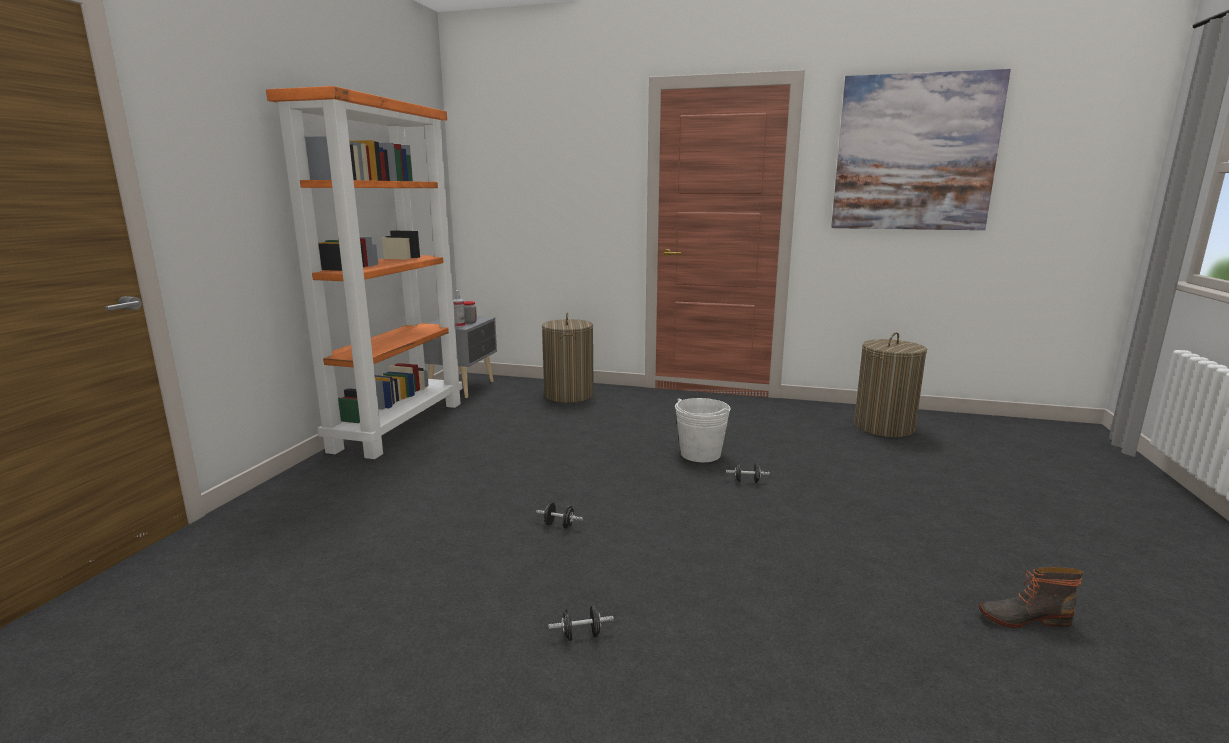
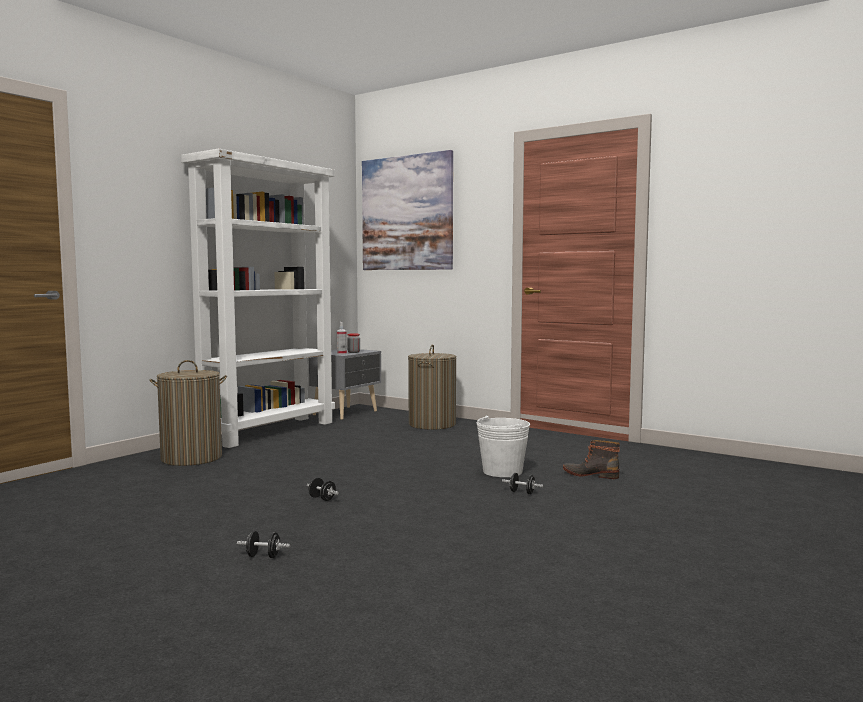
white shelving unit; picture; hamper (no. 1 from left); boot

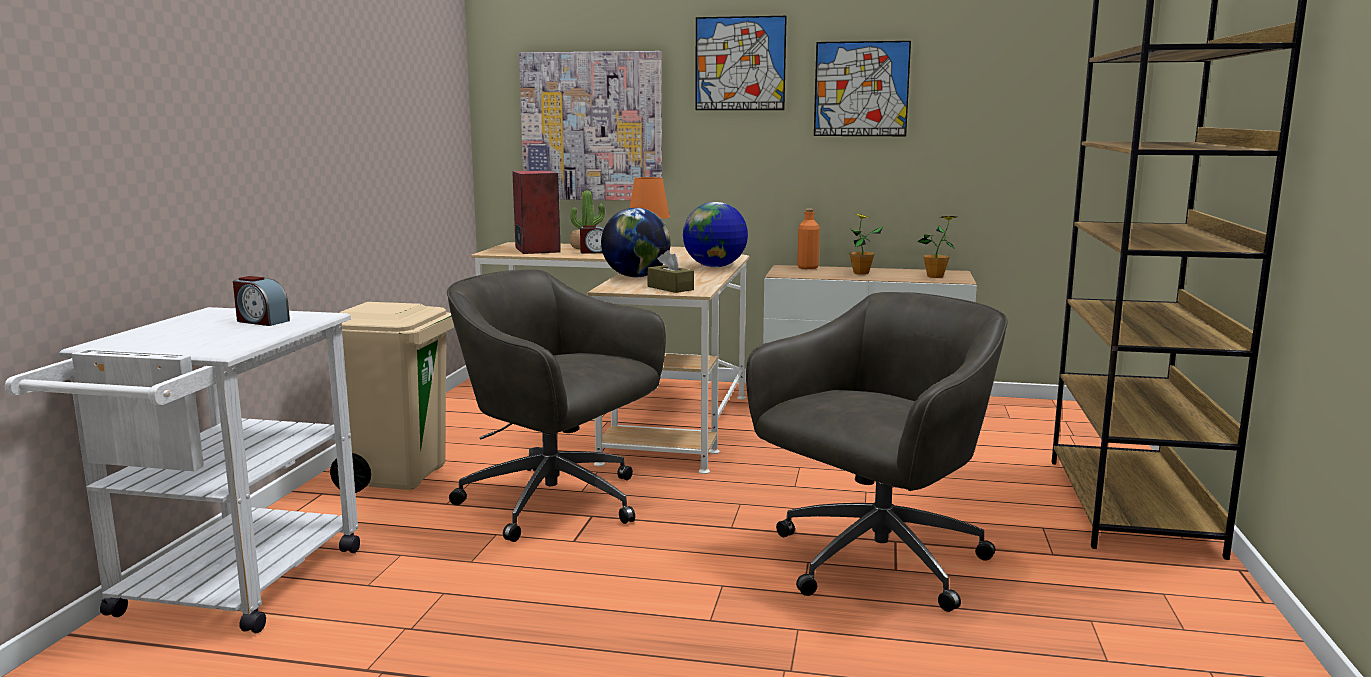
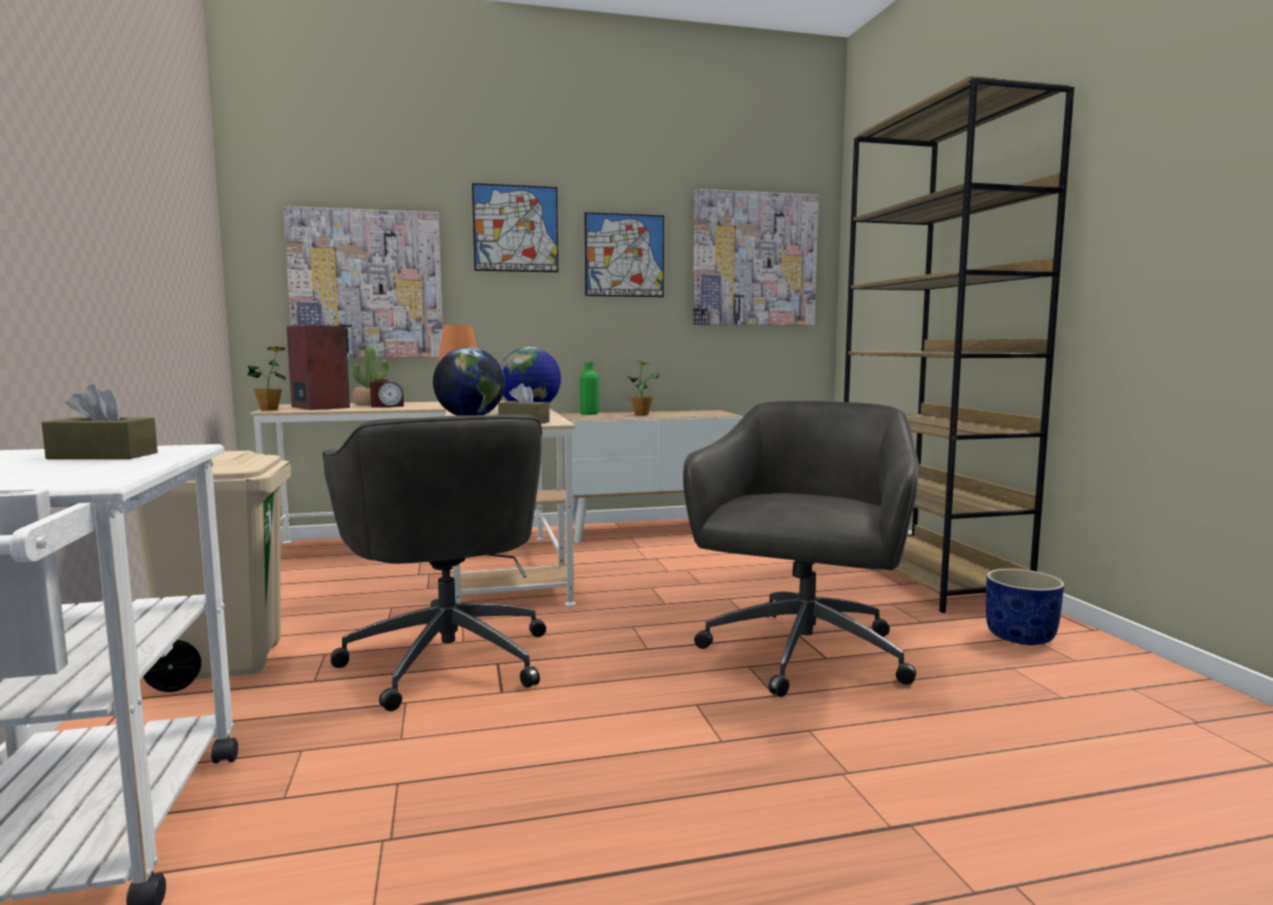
brownish box of tissues (no. 1 from left); gray office chair (no. 1 from left); green bottle; houseplant (no. 1 from left); picture (no. 4 from left); blue-coloured flower pot

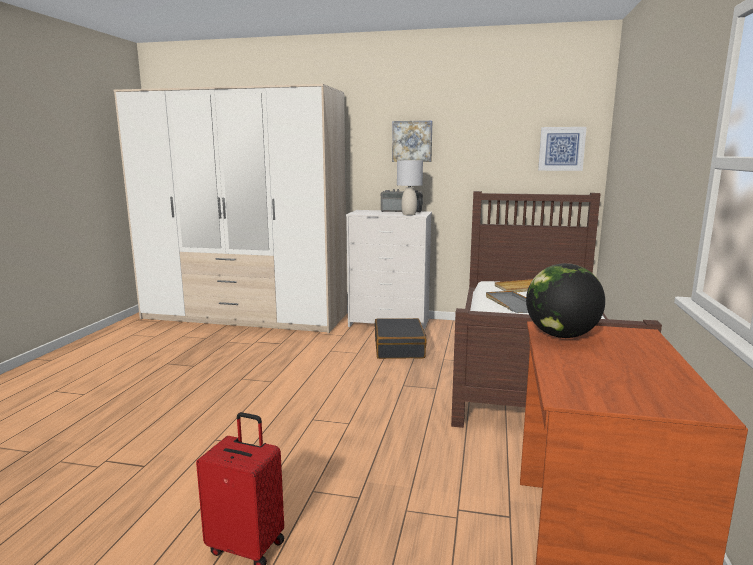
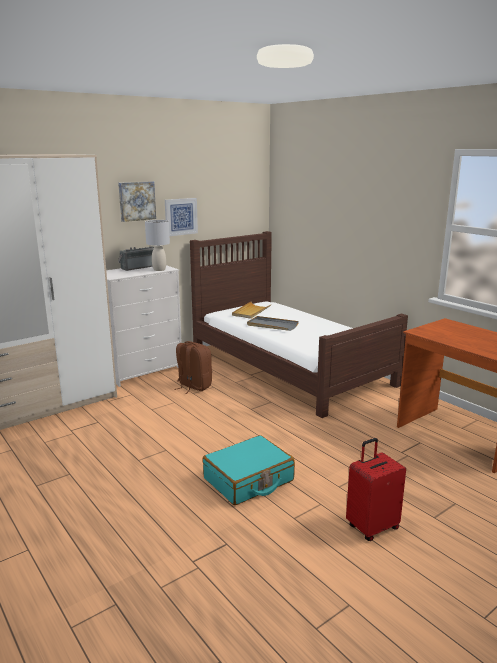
brownish backpack; world globe; picture (no. 2 from left); turquoise-coloured suitcase

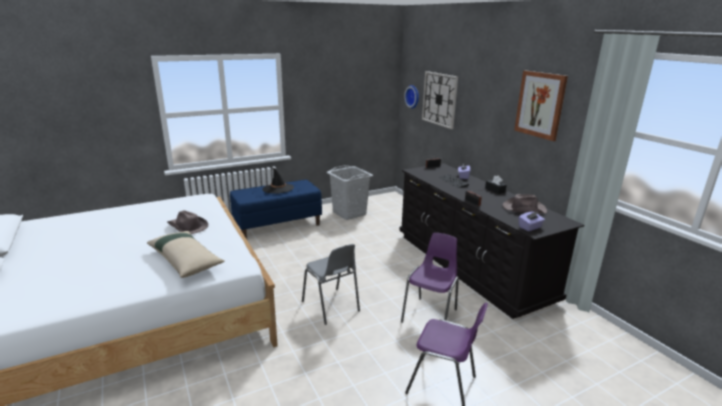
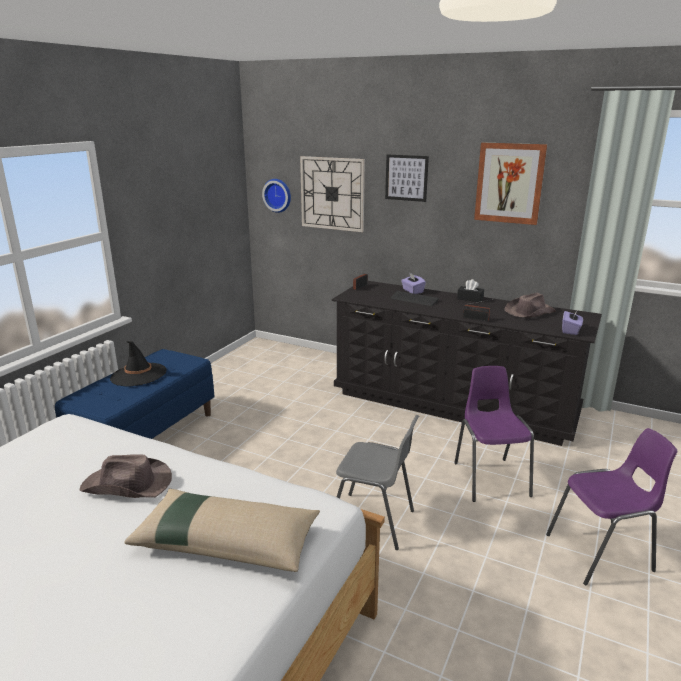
gray hamper; picture (no. 1 from left)

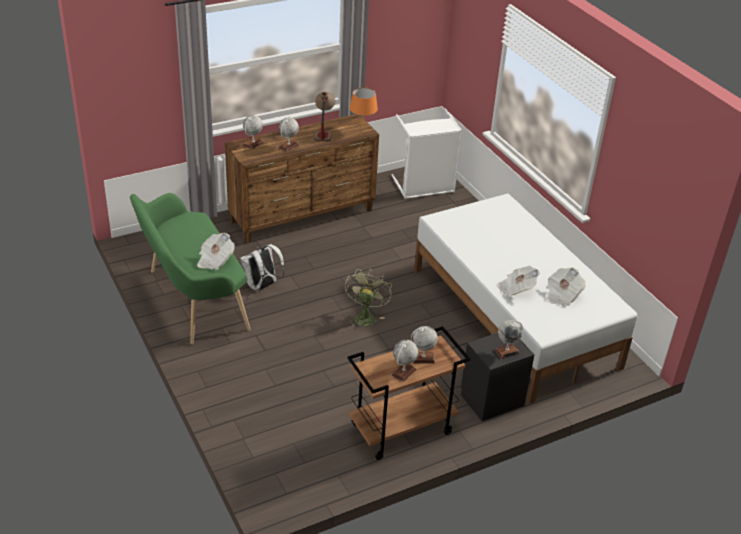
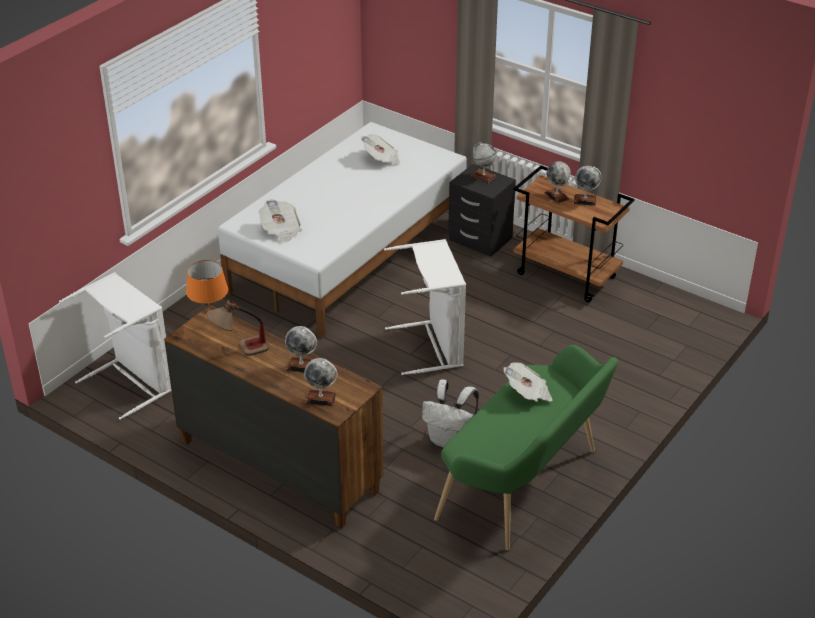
white hamper (no. 2 from left); daily paper (no. 1 from left)

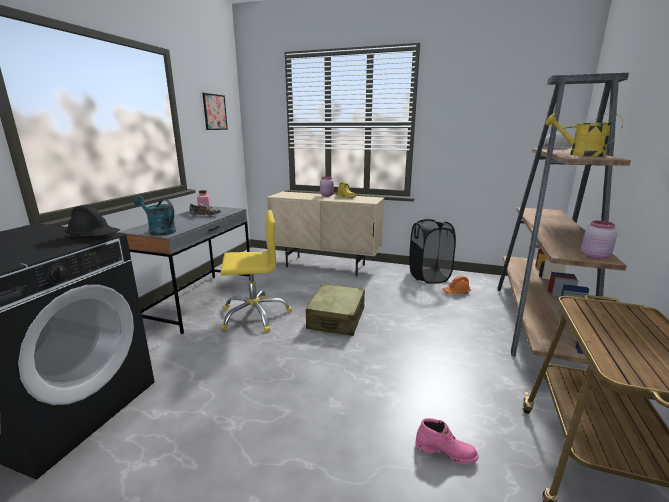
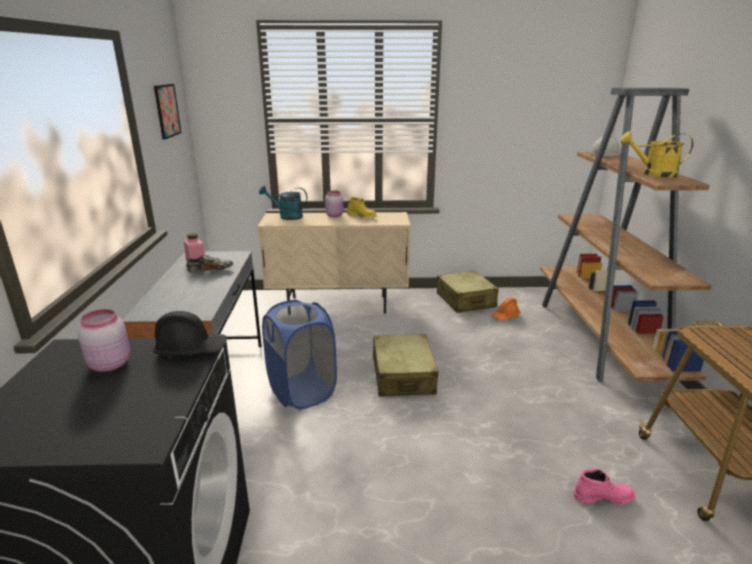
turquoise-coloured sprinkling can; blue-coloured hamper; beige suitcase (no. 2 from left); pink-coloured jar (no. 1 from left)

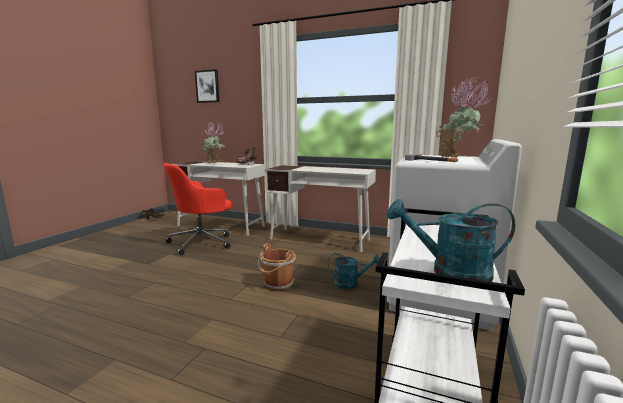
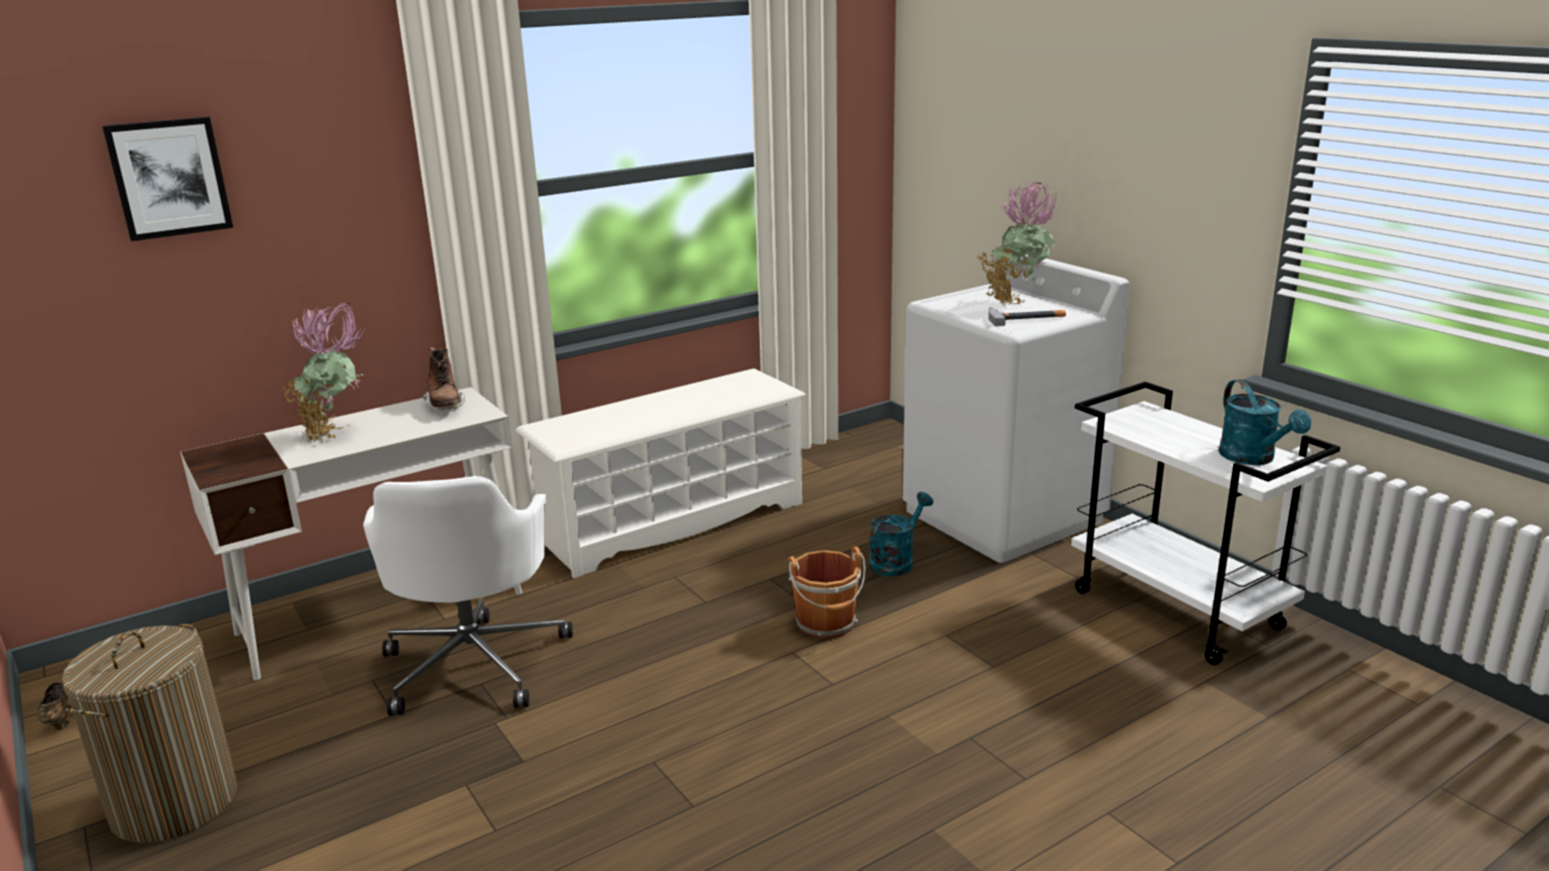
white office chair; white shoe rack; turquoise-coloured sprinkling can (no. 2 from left); hamper

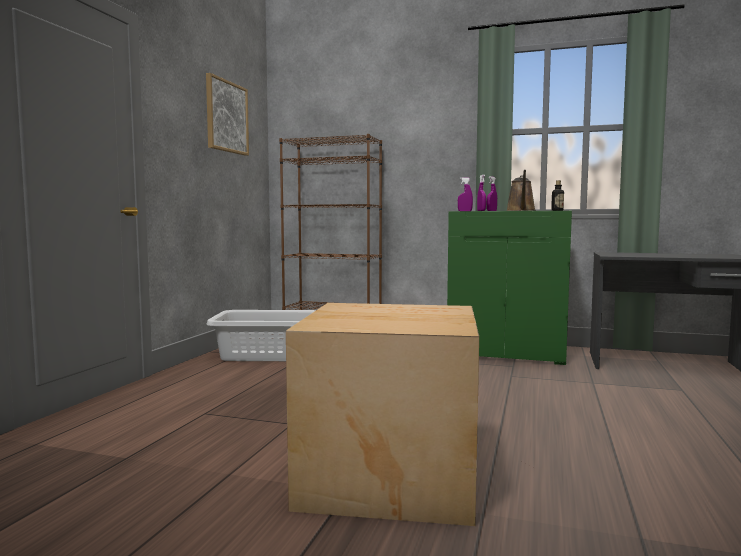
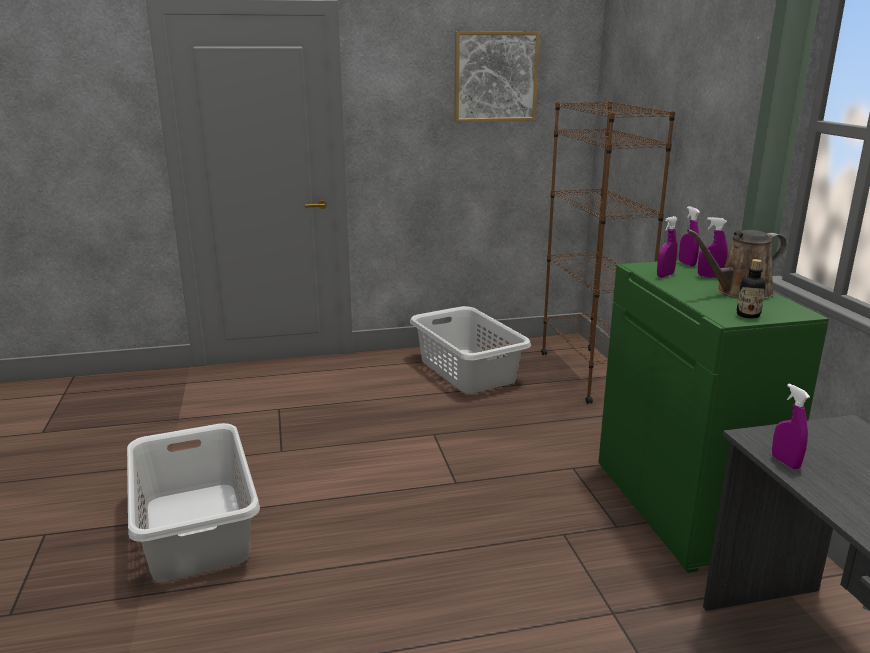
gray hamper (no. 1 from left); purple-coloured spray bottle (no. 4 from left)

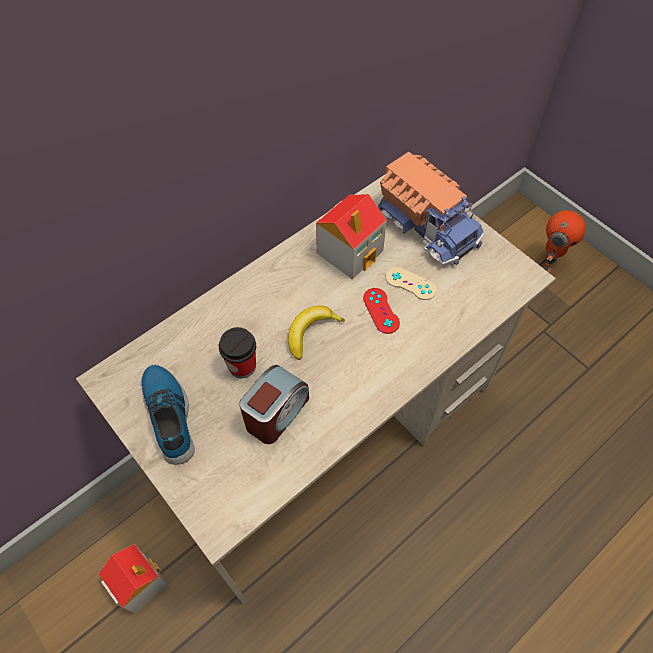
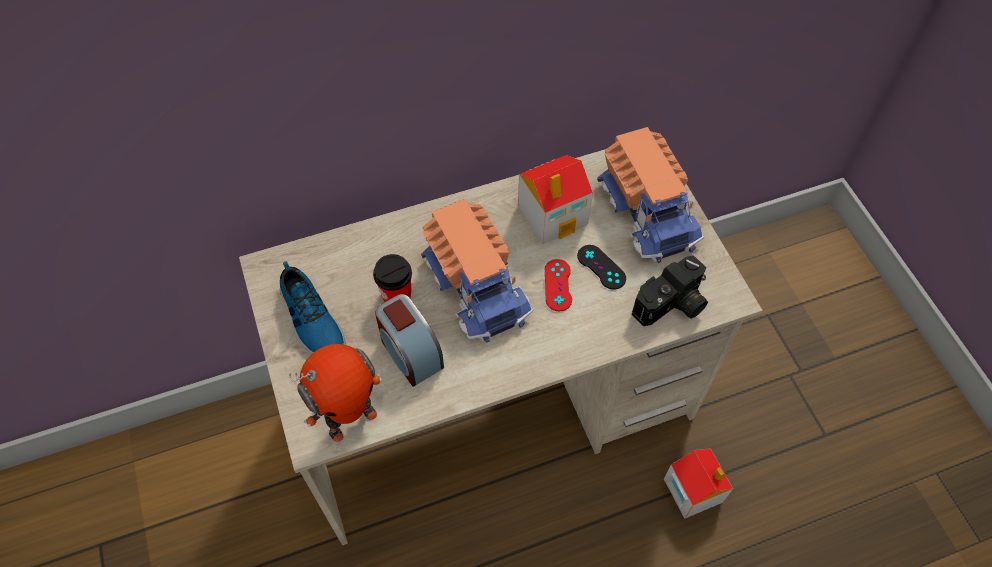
miniature house (no. 2 from left); low shoe; alarm clock; model truck (no. 1 from left); blackish gamepad; robot figure; photo camera

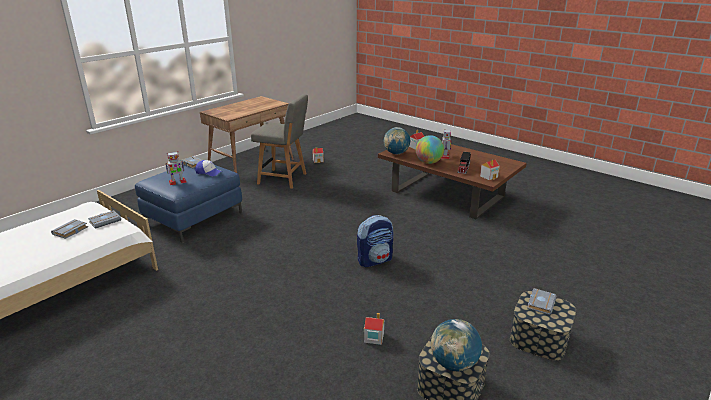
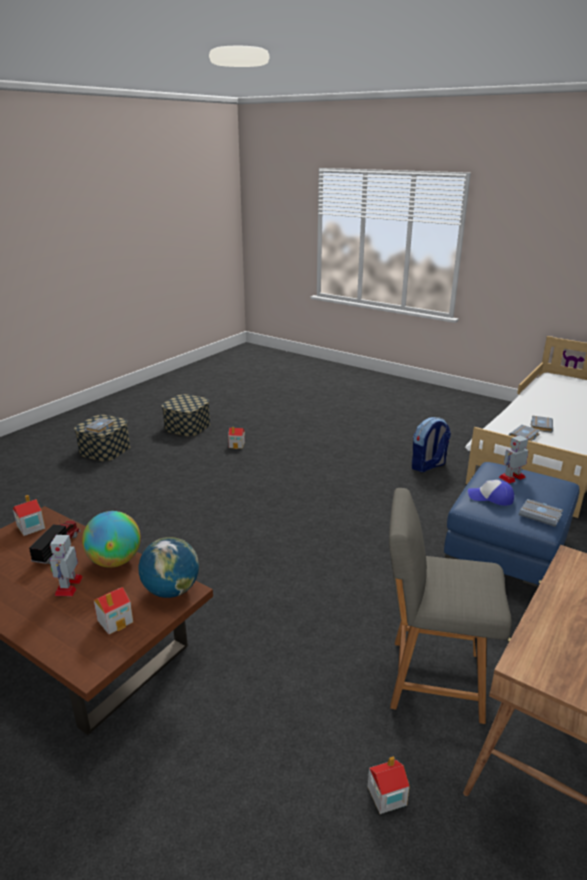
backpack; world globe (no. 3 from left in the first image)

